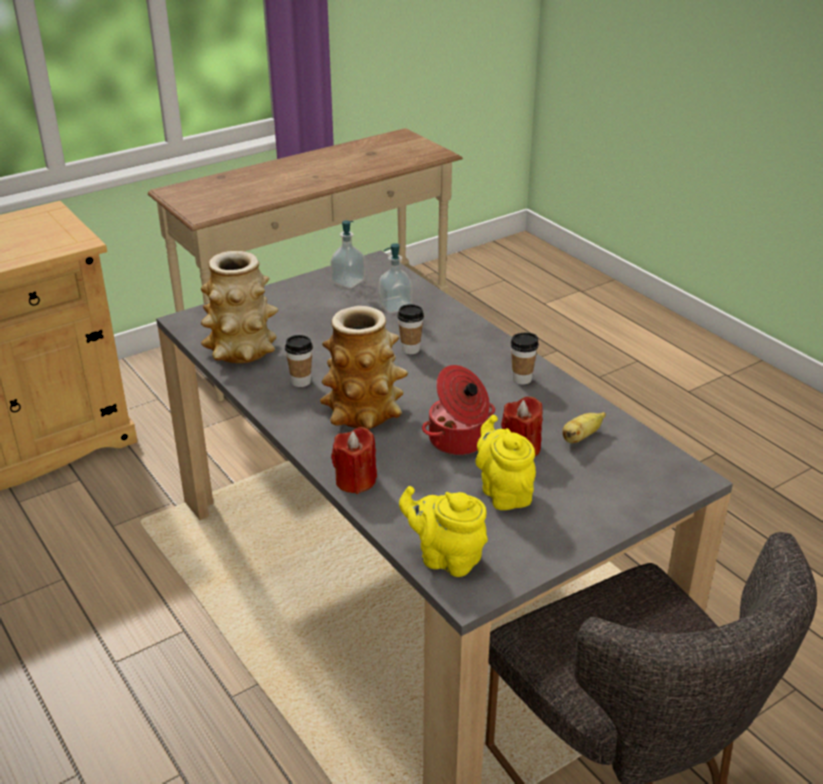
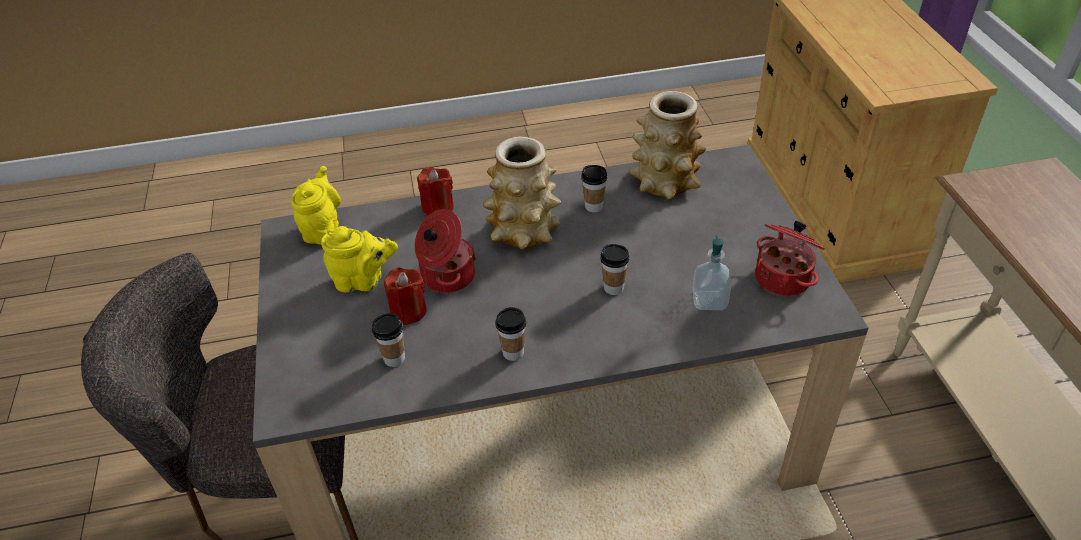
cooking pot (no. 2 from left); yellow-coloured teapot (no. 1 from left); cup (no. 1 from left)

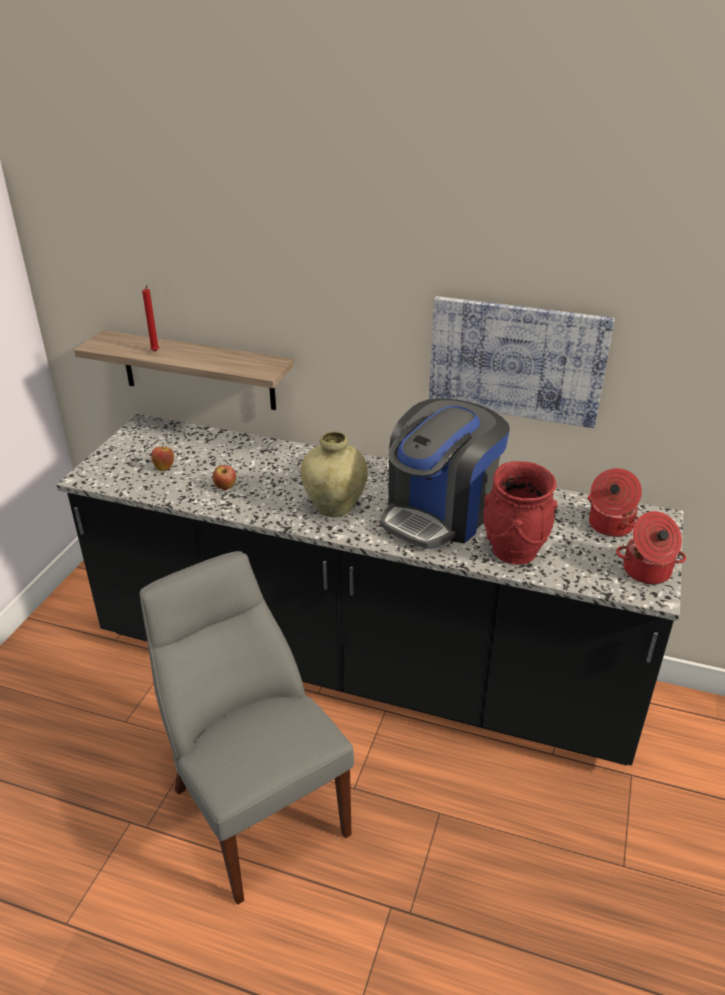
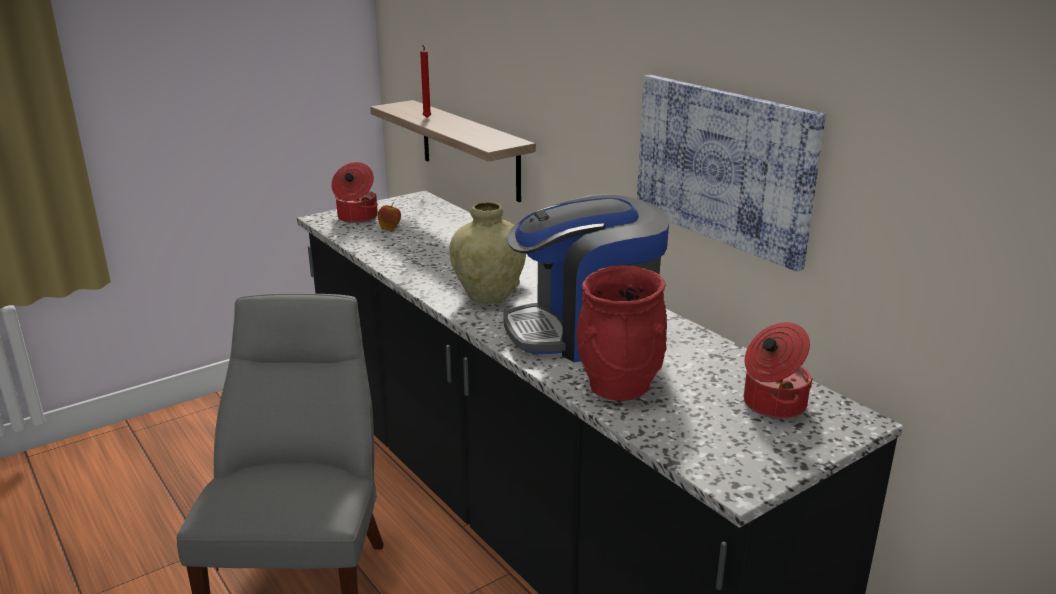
apple fruit (no. 2 from left in the first image); cooking pot (no. 1 from left)

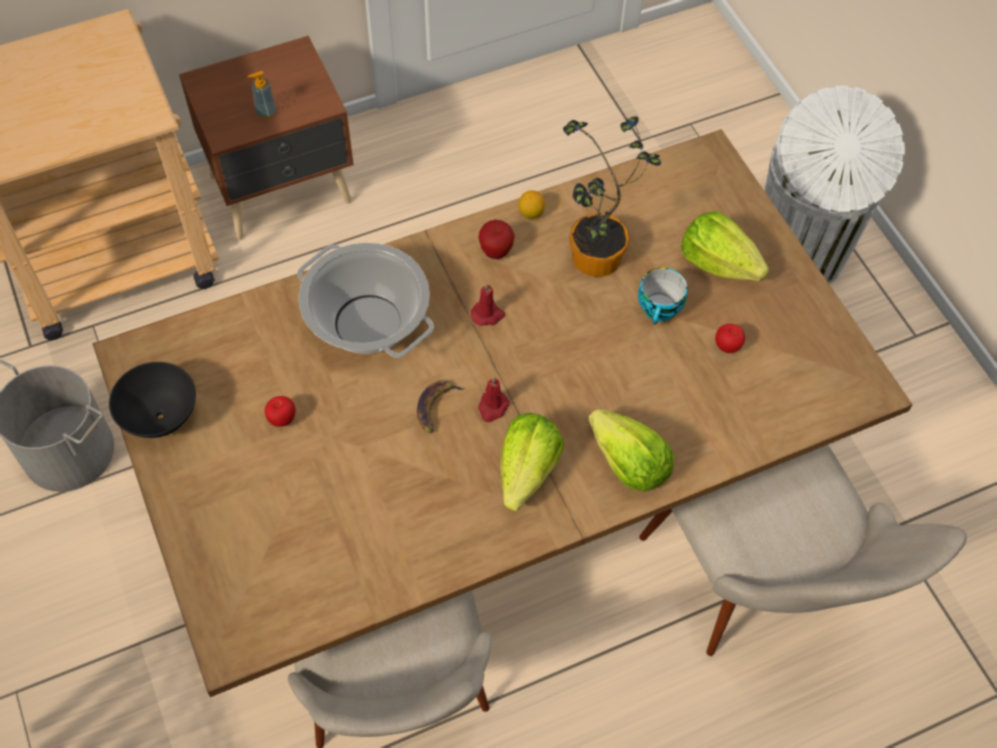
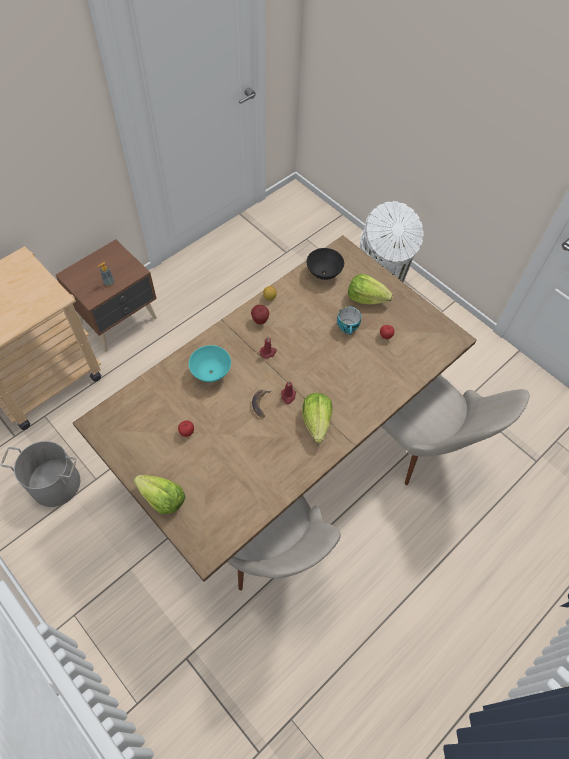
blackish bowl; turquoise-coloured bowl; houseplant; head of lettuce (no. 1 from left)

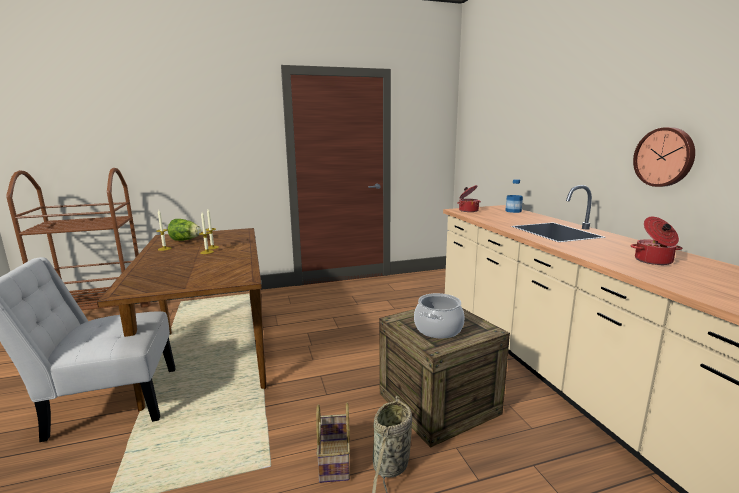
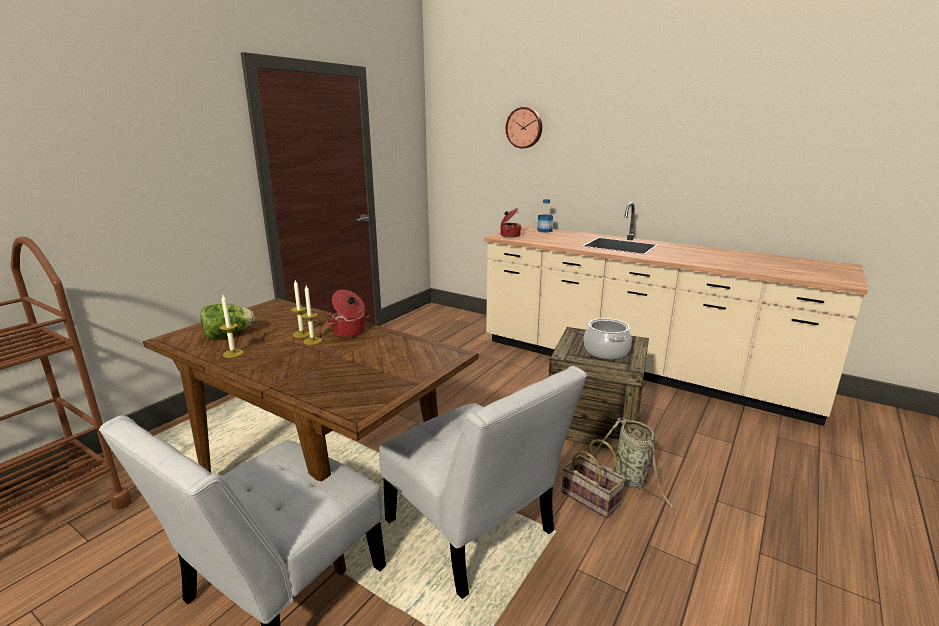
cooking pot (no. 1 from left); clock on the wall; white plain chair (no. 2 from left)

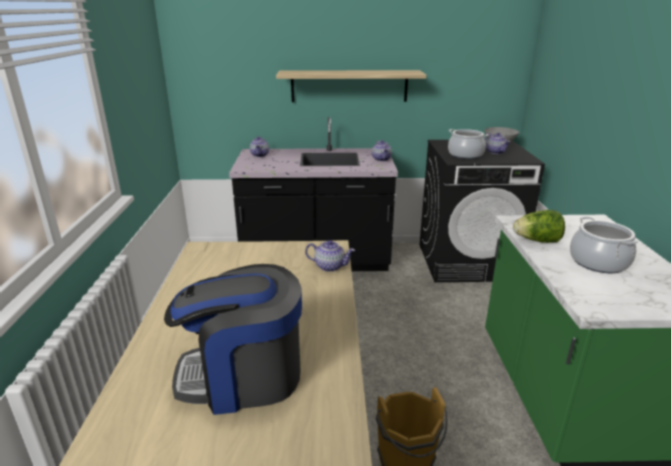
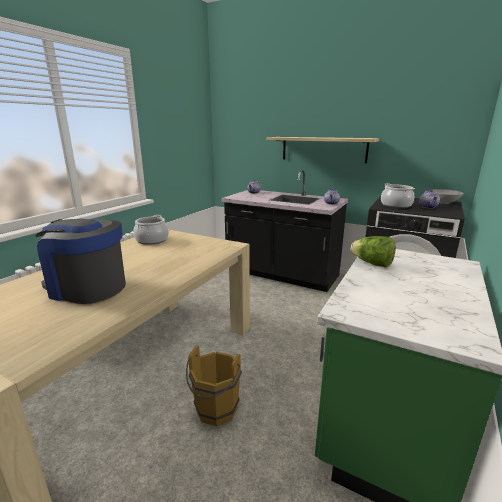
teapot (no. 2 from left in the first image); cooking pot (no. 1 from left)

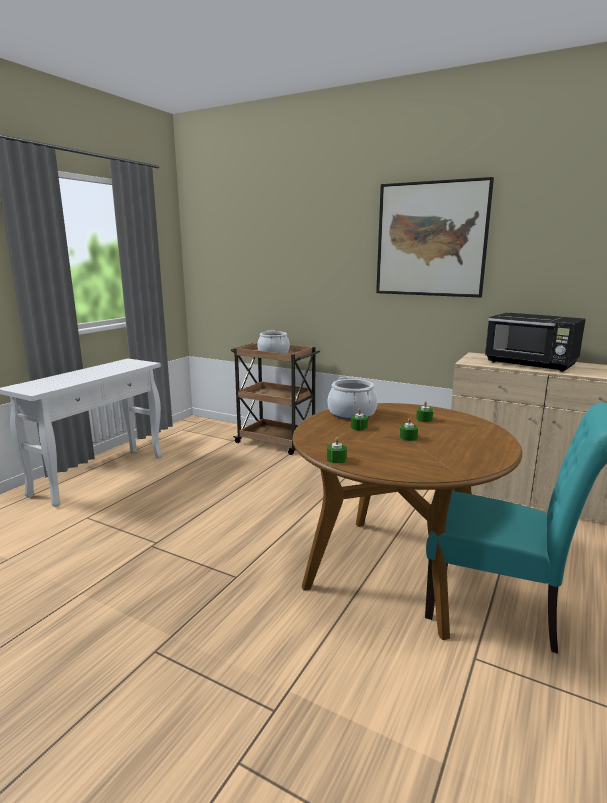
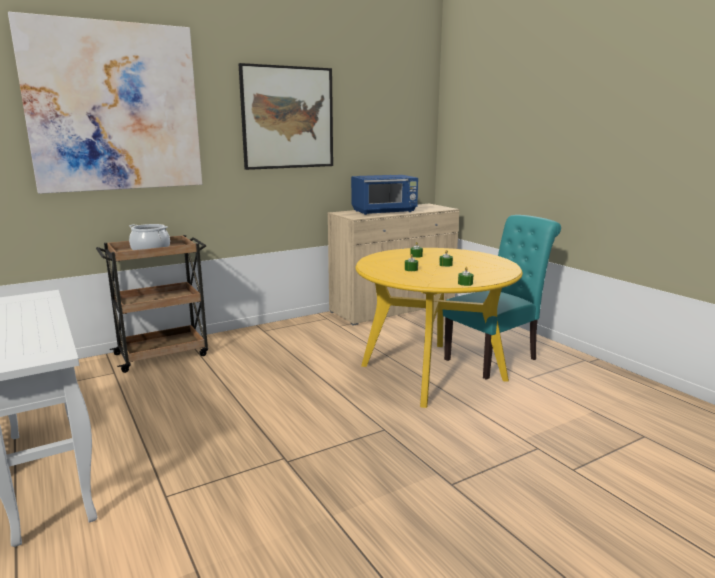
yellow-coloured dining table; cooking pot (no. 2 from left in the first image); blue-coloured microwave; picture (no. 1 from left)

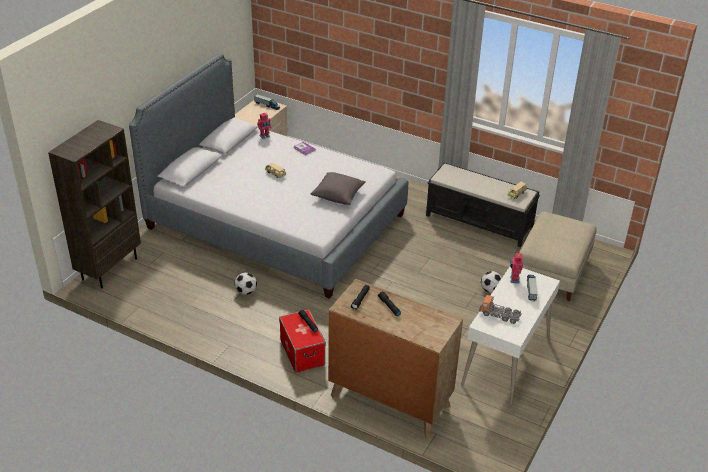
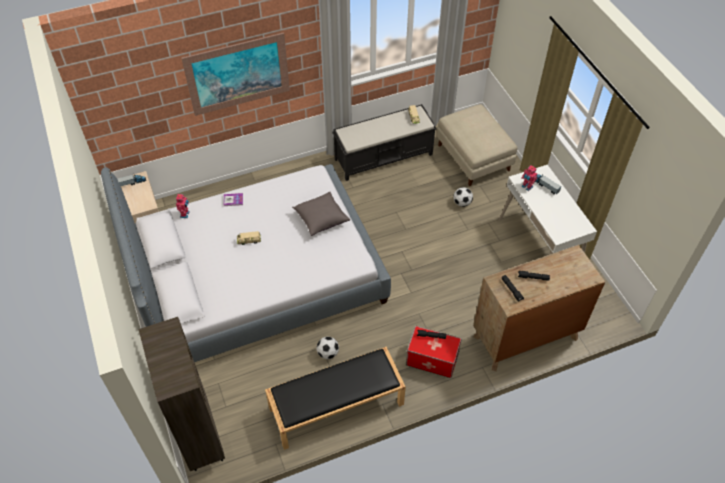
model truck (no. 2 from left in the first image); picture; blackish long seat (no. 1 from left)

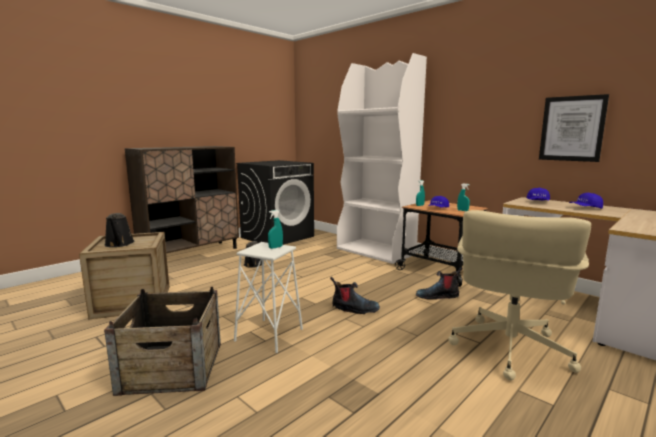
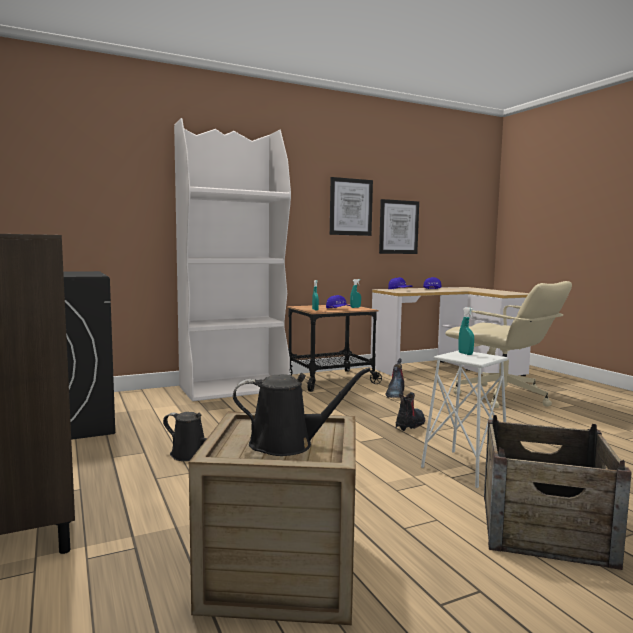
picture (no. 1 from left)

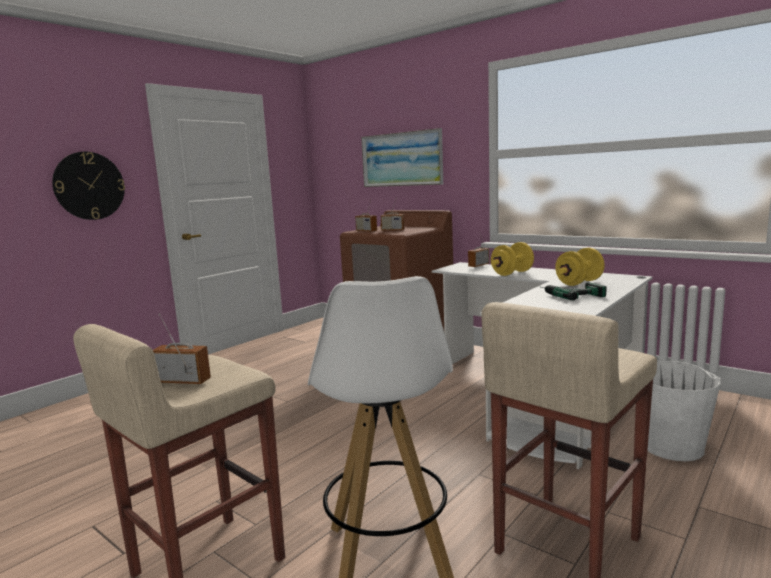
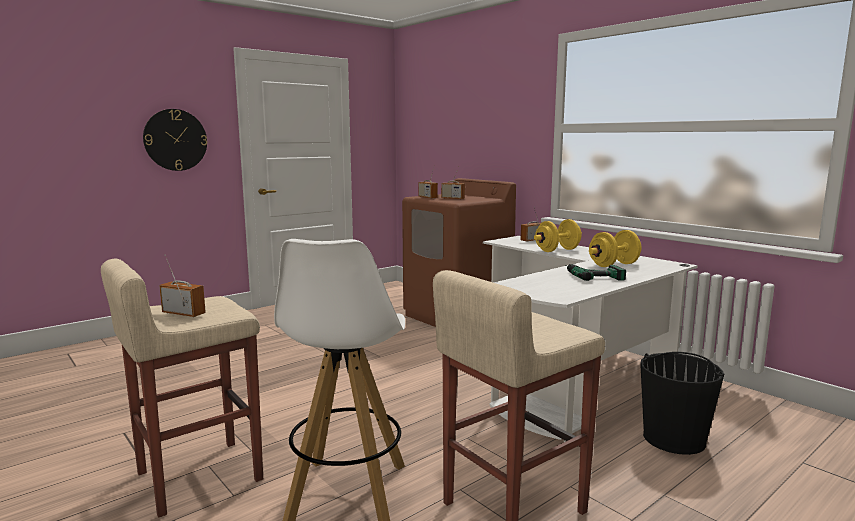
picture; blackish water bucket

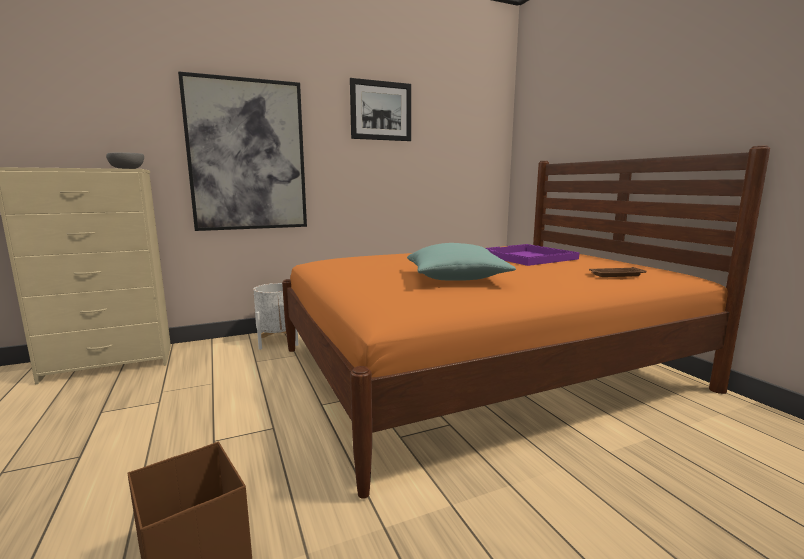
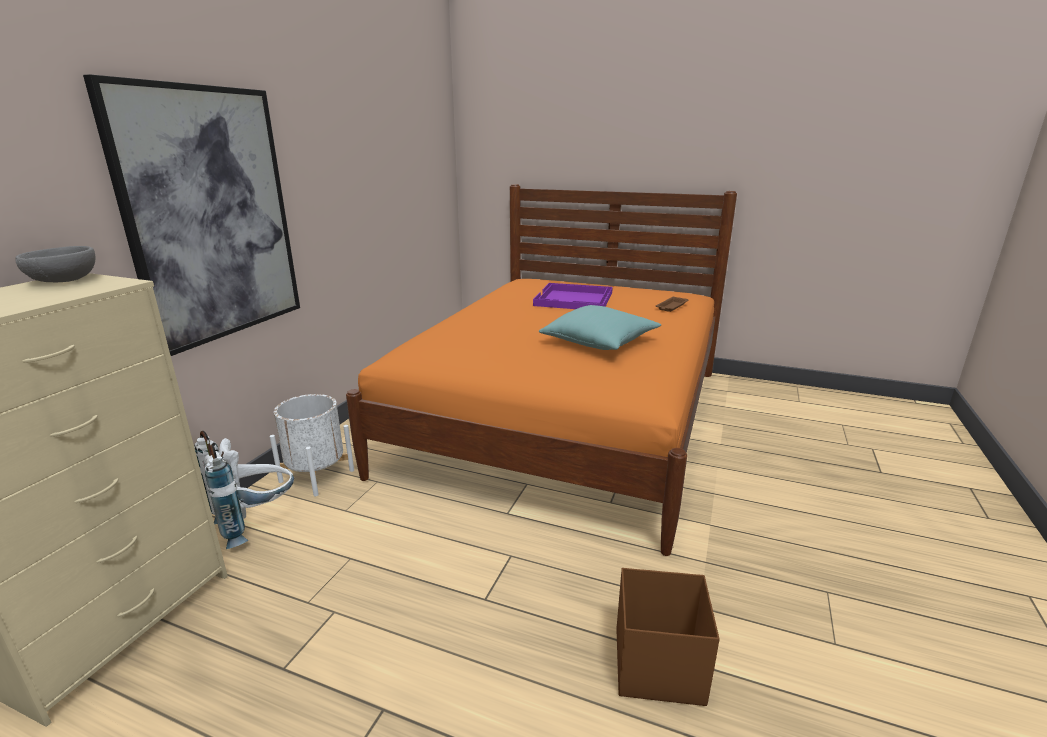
picture (no. 2 from left in the first image); white backpack

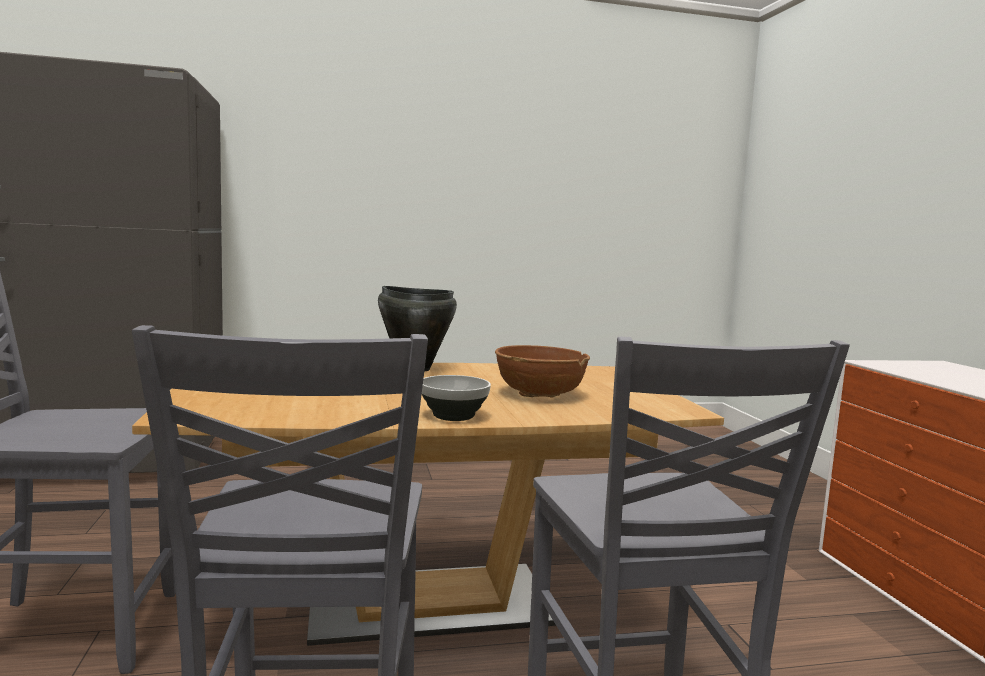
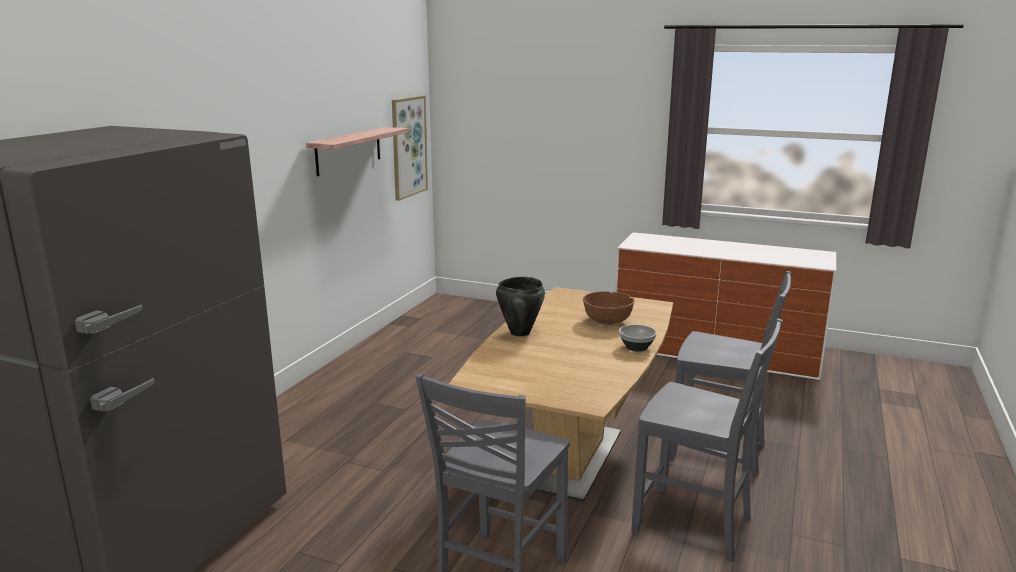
bracket shelf; picture

